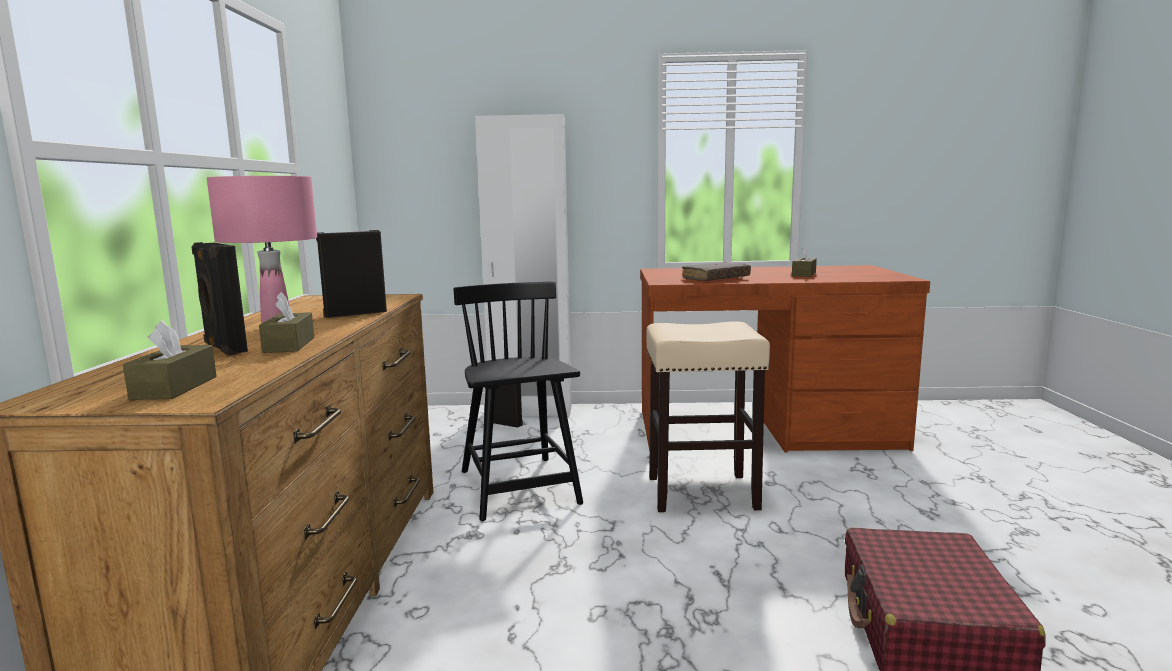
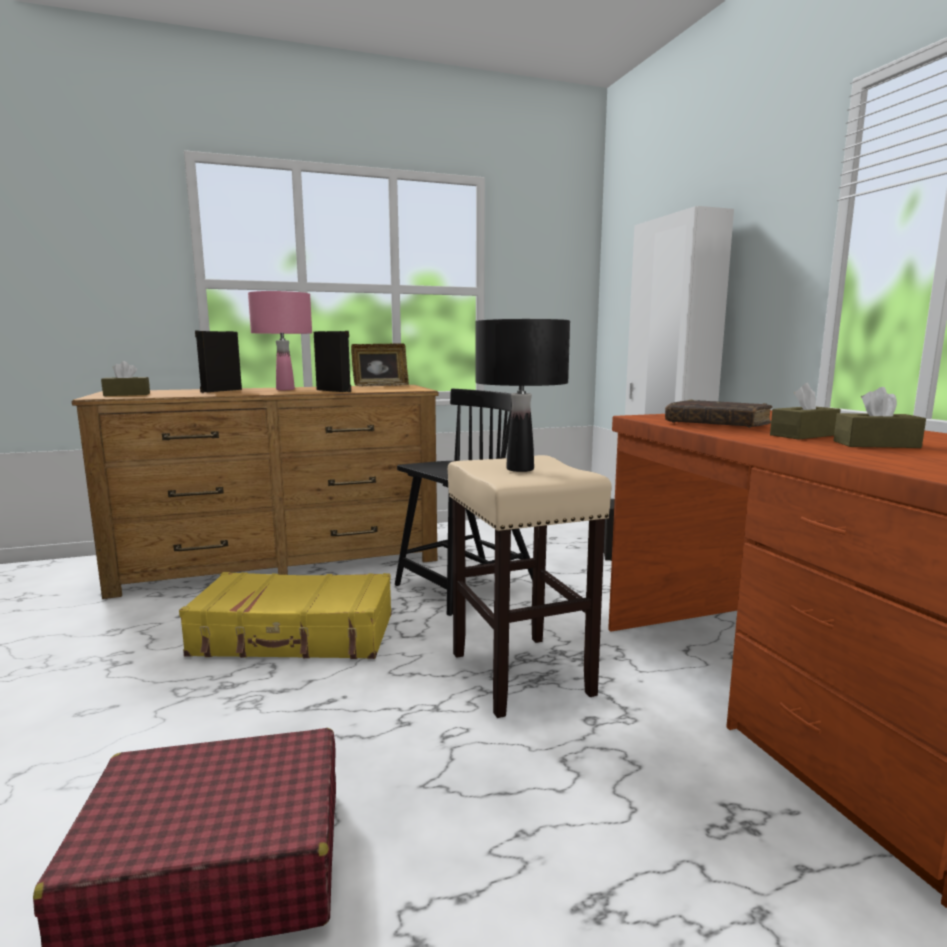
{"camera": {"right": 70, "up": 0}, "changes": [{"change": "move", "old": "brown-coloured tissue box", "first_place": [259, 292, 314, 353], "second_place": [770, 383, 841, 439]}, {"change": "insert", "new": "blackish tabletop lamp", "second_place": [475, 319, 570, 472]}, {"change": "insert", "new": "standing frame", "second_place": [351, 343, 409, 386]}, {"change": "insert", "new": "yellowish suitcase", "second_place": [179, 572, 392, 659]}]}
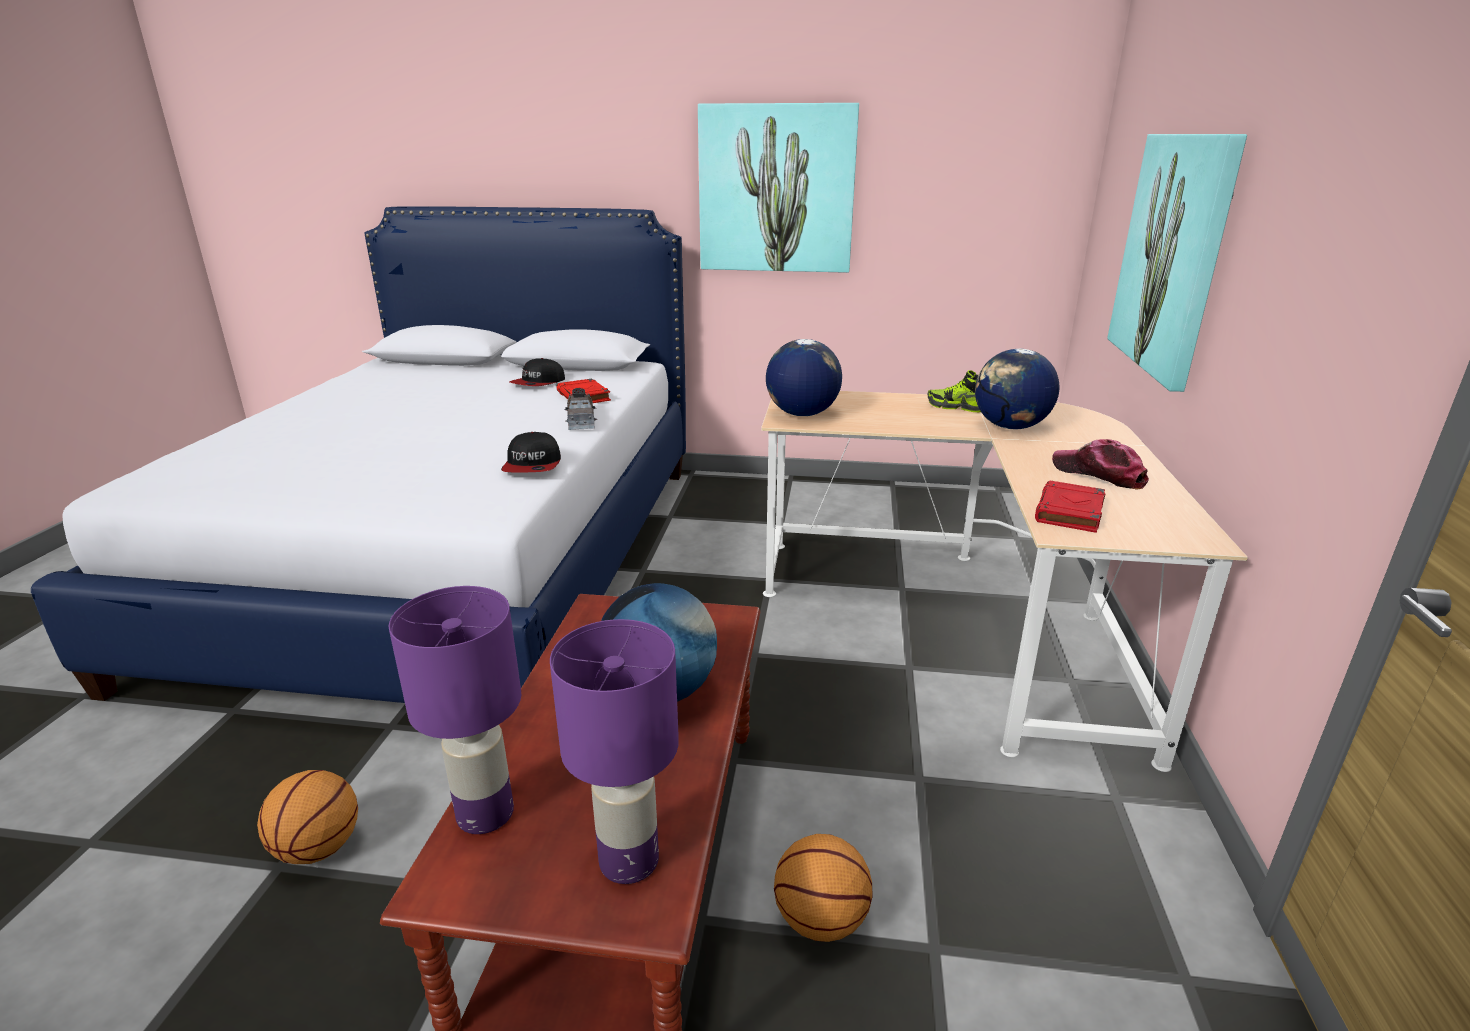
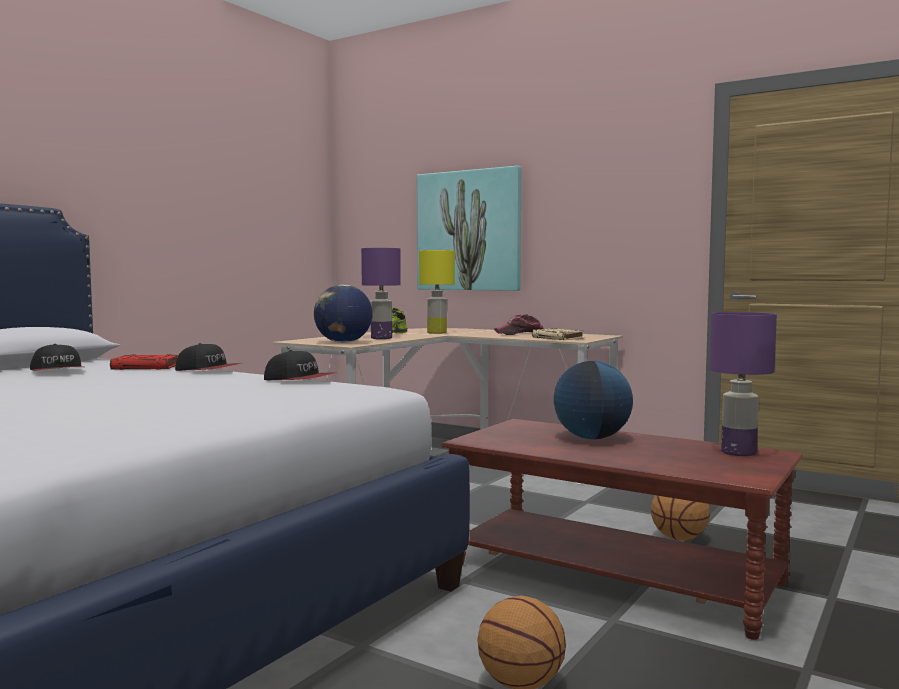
{"camera": {"right": -65, "up": -20}, "changes": [{"change": "delete", "old": "wall picture", "first_place": [698, 103, 859, 273]}, {"change": "replace", "old": "globe", "new": "yellowish tabletop lamp", "first_place": [975, 349, 1059, 429], "second_place": [419, 250, 455, 334]}, {"change": "replace", "old": "greyish miniature car", "new": "baseball cap", "first_place": [564, 388, 597, 430], "second_place": [175, 343, 243, 371]}, {"change": "recolor", "old": "reddish book", "new": "beige-coloured book", "first_place": [1035, 480, 1105, 533], "second_place": [532, 328, 584, 340]}, {"change": "move", "old": "purple-coloured tabletop lamp", "first_place": [389, 586, 521, 834], "second_place": [361, 248, 401, 339]}]}
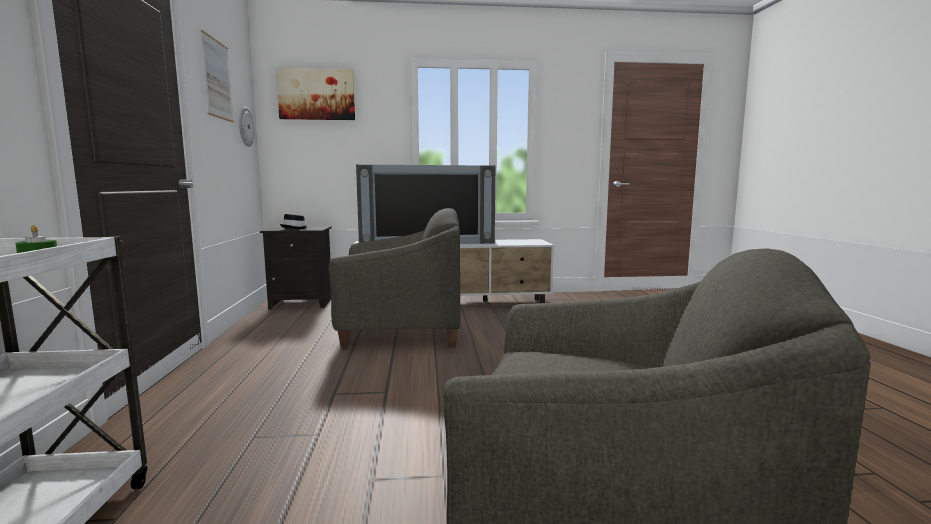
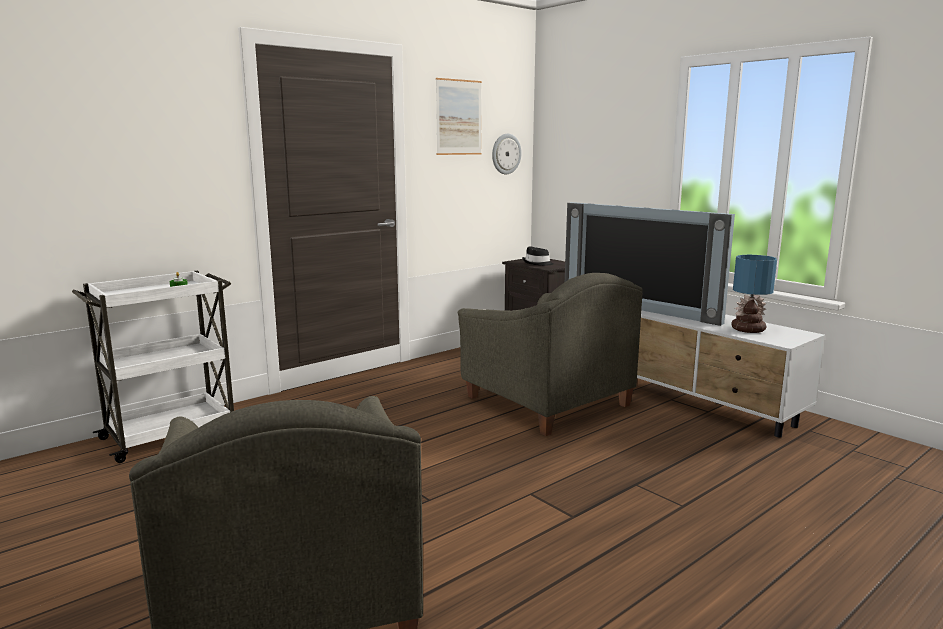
{"camera": {"right": 55, "up": 5}, "changes": [{"change": "delete", "old": "wall picture", "first_place": [276, 68, 355, 120]}, {"change": "insert", "new": "tabletop lamp", "second_place": [732, 255, 777, 333]}]}
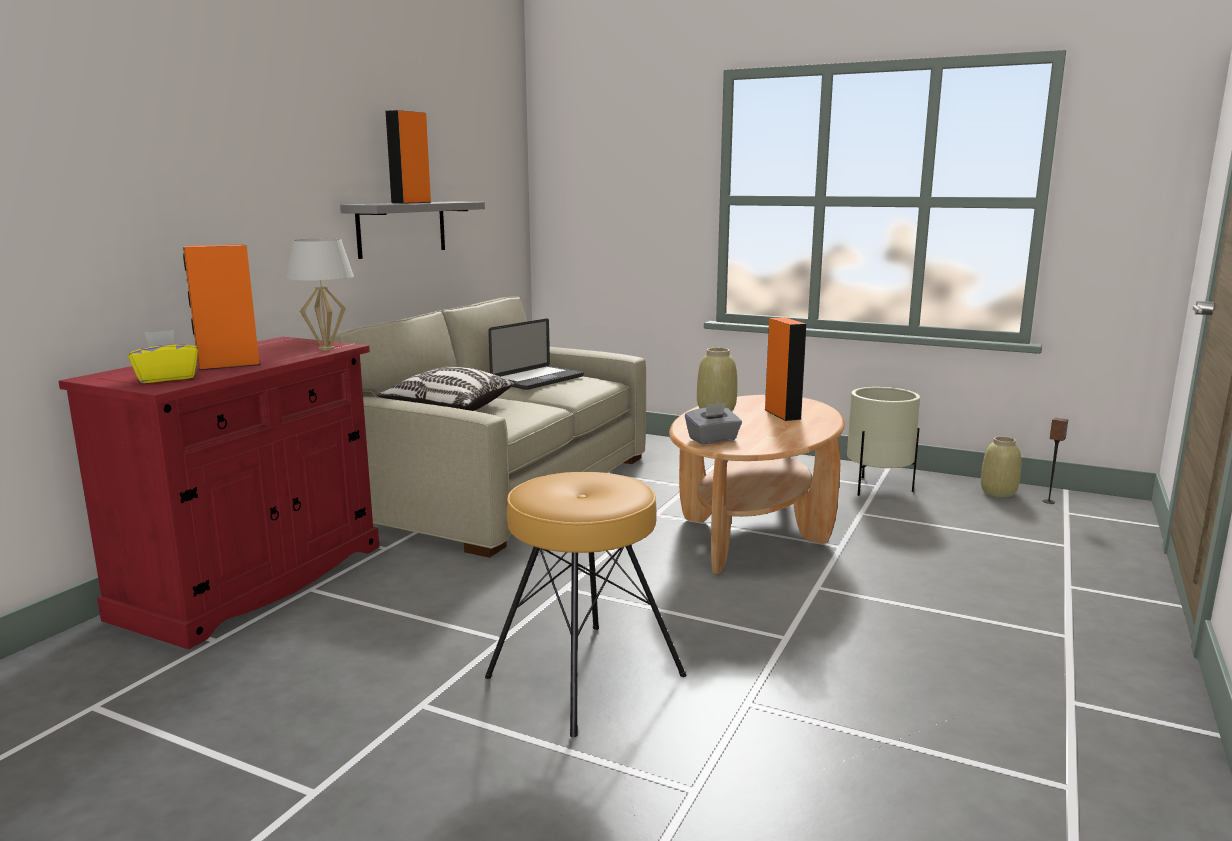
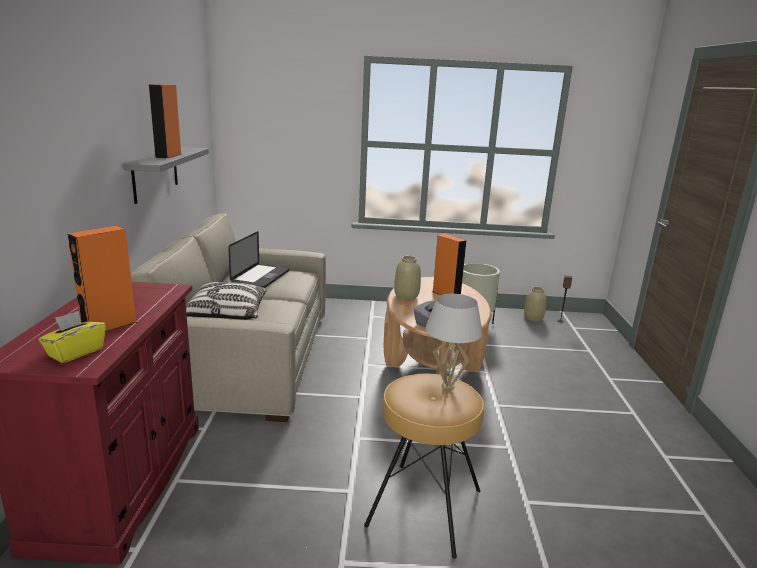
{"camera": {"right": -25, "up": 5}, "changes": [{"change": "move", "old": "white tabletop lamp", "first_place": [286, 239, 354, 350], "second_place": [425, 294, 483, 390]}]}
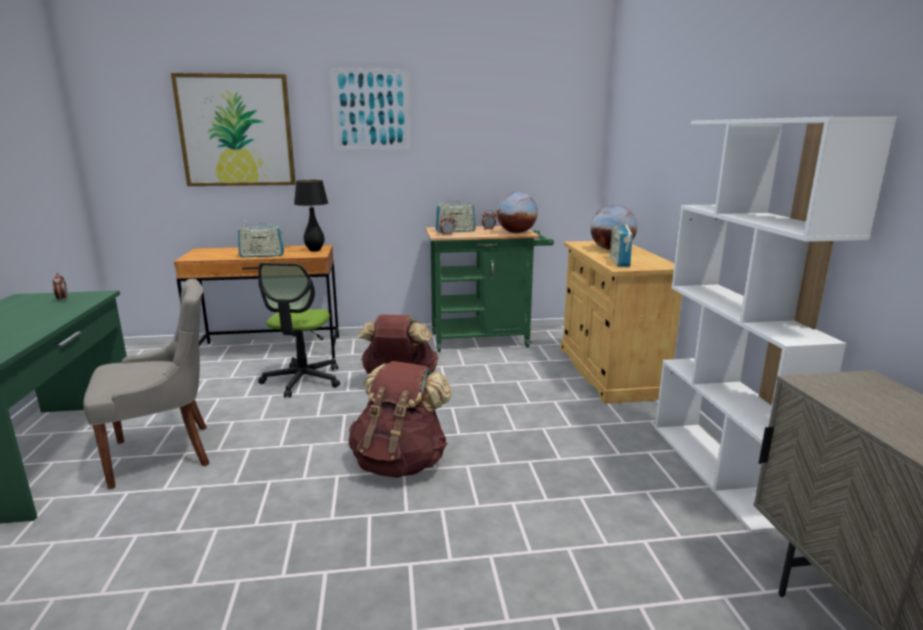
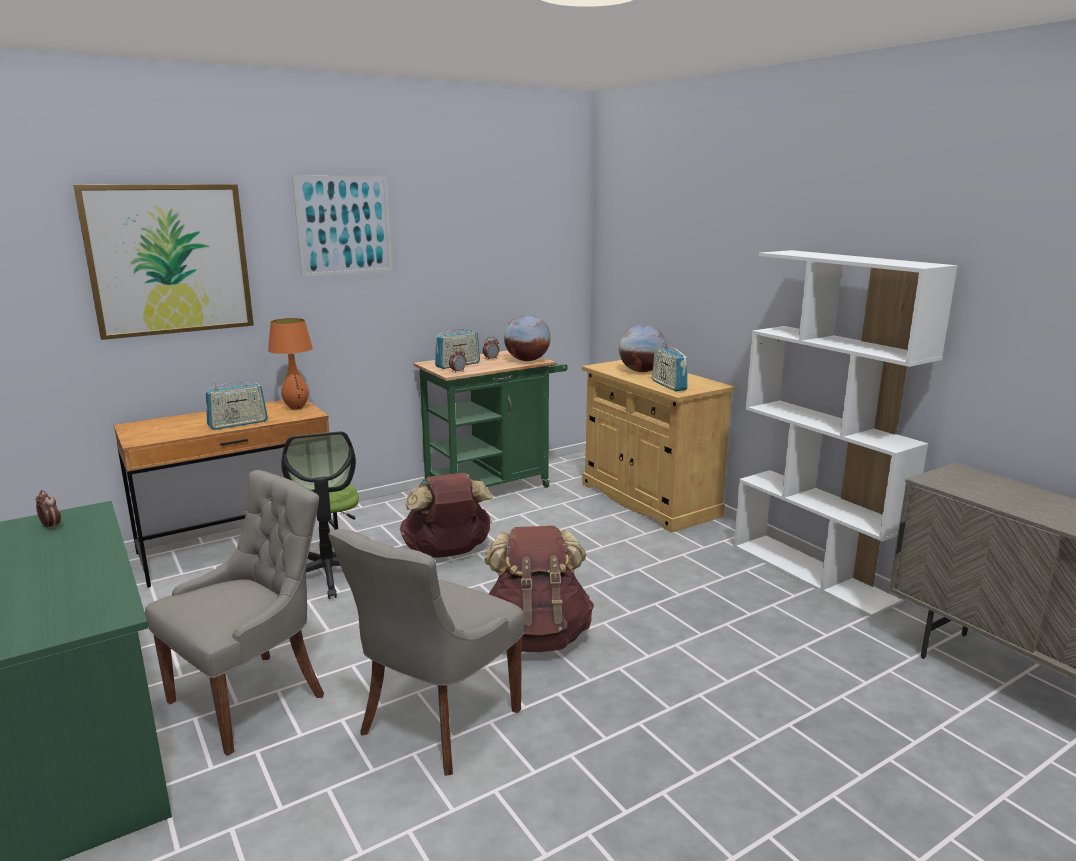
{"camera": {"right": -25, "up": 0}, "changes": [{"change": "recolor", "old": "blackish tabletop lamp", "new": "orange tabletop lamp", "first_place": [294, 180, 328, 252], "second_place": [268, 318, 313, 410]}, {"change": "insert", "new": "greyish upright chair", "second_place": [328, 529, 525, 776]}]}
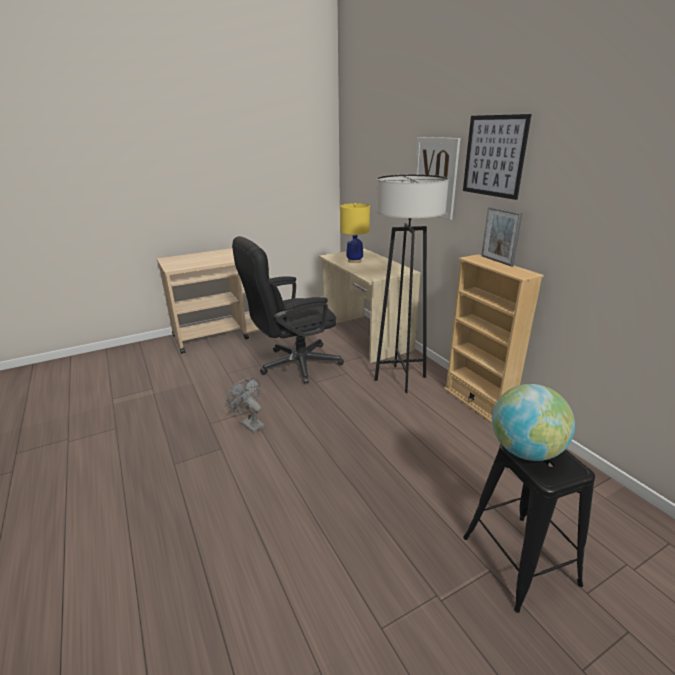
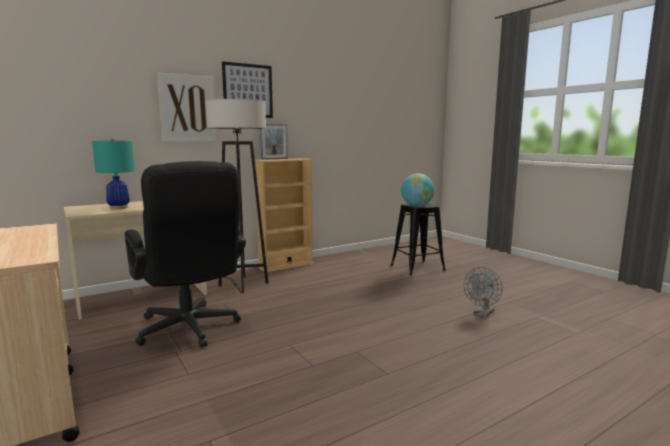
{"camera": {"right": -95, "up": -15}, "changes": [{"change": "recolor", "old": "yellowish tabletop lamp", "new": "blue-green tabletop lamp", "first_place": [340, 203, 370, 263], "second_place": [92, 138, 135, 209]}, {"change": "move", "old": "greyish fan", "first_place": [226, 378, 265, 433], "second_place": [464, 267, 503, 318]}]}
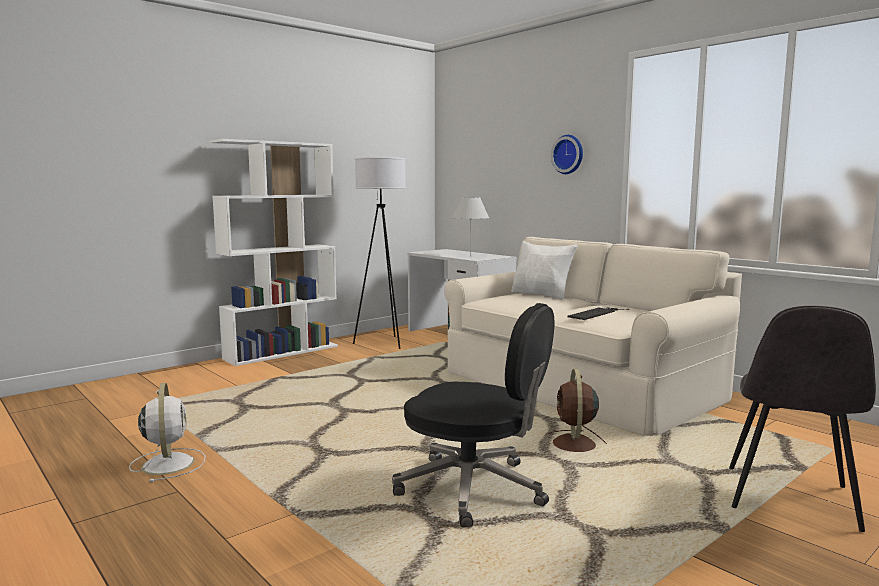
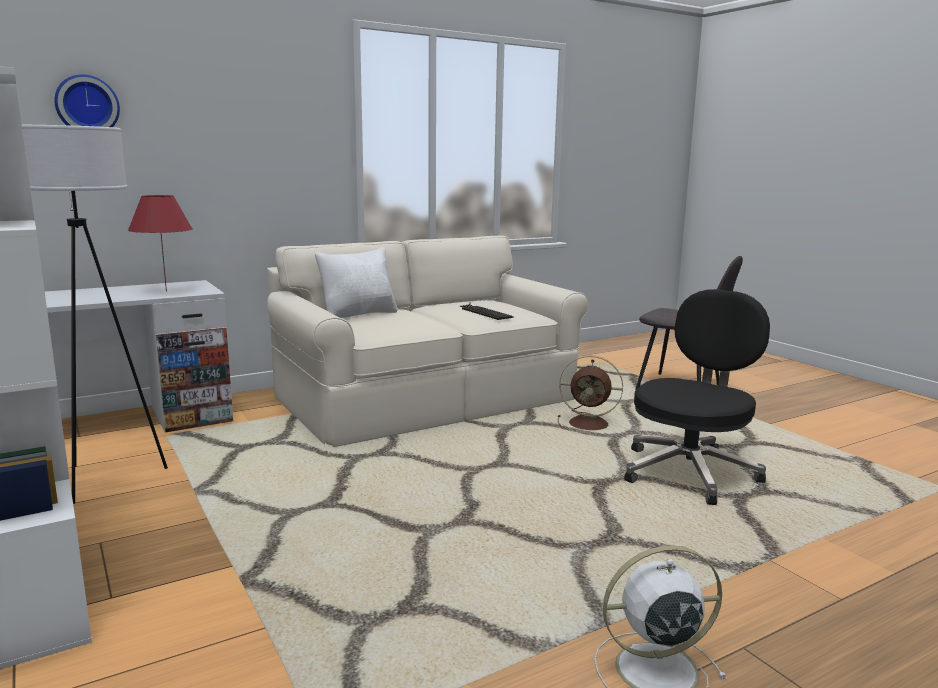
{"camera": {"right": -80, "up": 5}, "changes": [{"change": "move", "old": "clock on the wall", "first_place": [551, 135, 583, 174], "second_place": [54, 74, 120, 127]}, {"change": "recolor", "old": "white tabletop lamp", "new": "reddish tabletop lamp", "first_place": [452, 197, 489, 257], "second_place": [128, 195, 192, 292]}]}
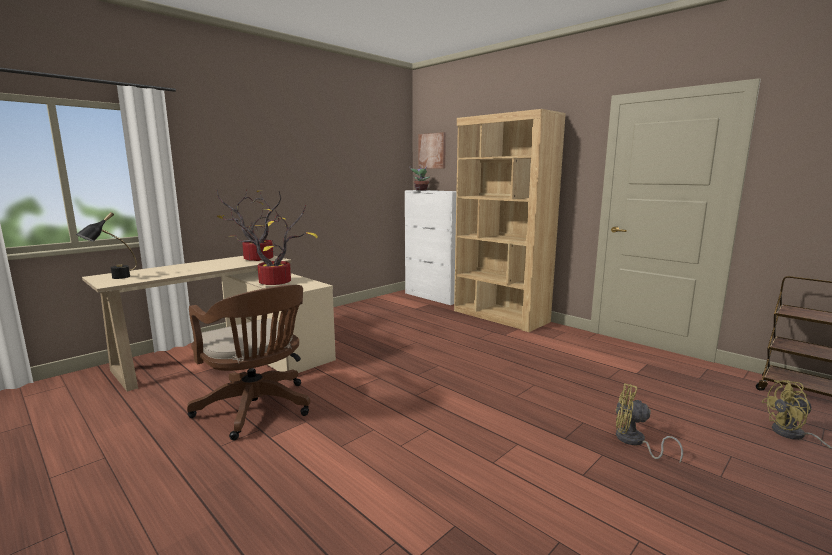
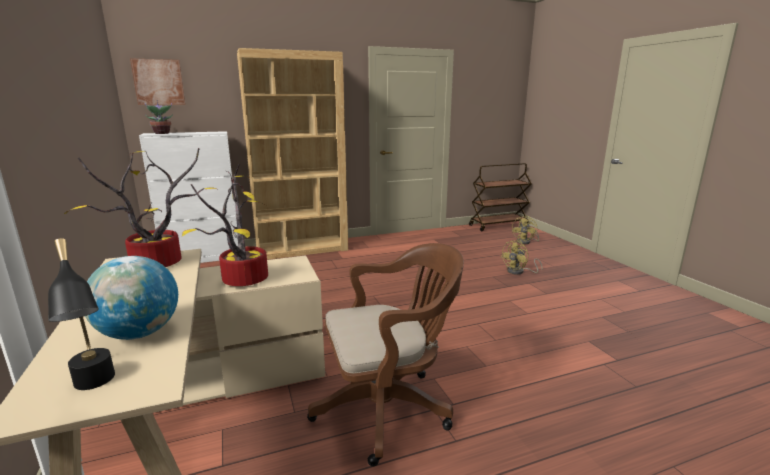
{"camera": {"right": -65, "up": 5}, "changes": [{"change": "insert", "new": "globe", "second_place": [85, 256, 178, 340]}]}
